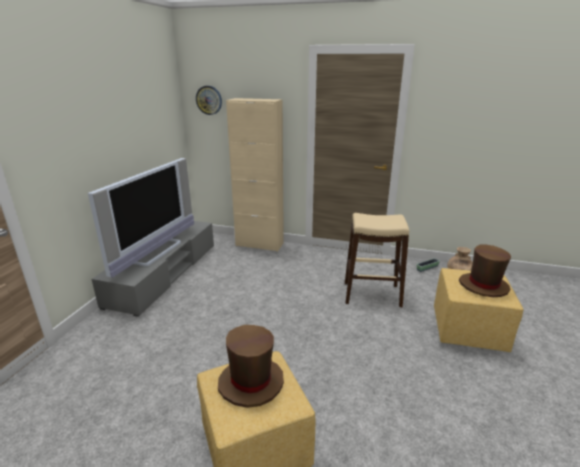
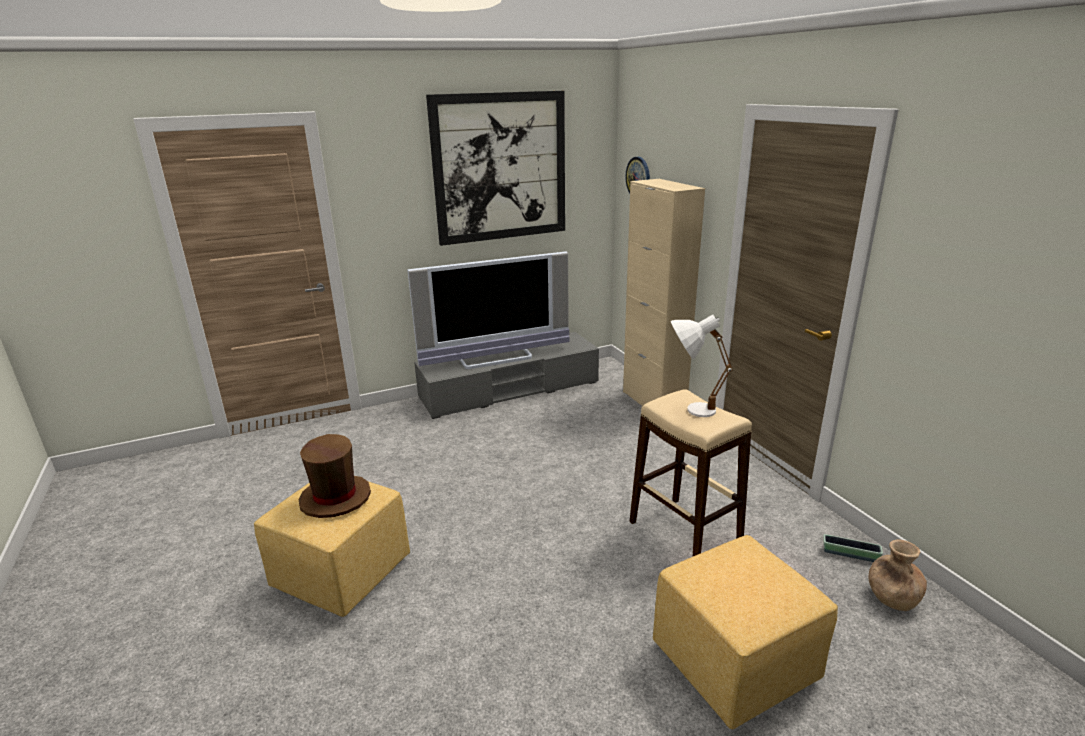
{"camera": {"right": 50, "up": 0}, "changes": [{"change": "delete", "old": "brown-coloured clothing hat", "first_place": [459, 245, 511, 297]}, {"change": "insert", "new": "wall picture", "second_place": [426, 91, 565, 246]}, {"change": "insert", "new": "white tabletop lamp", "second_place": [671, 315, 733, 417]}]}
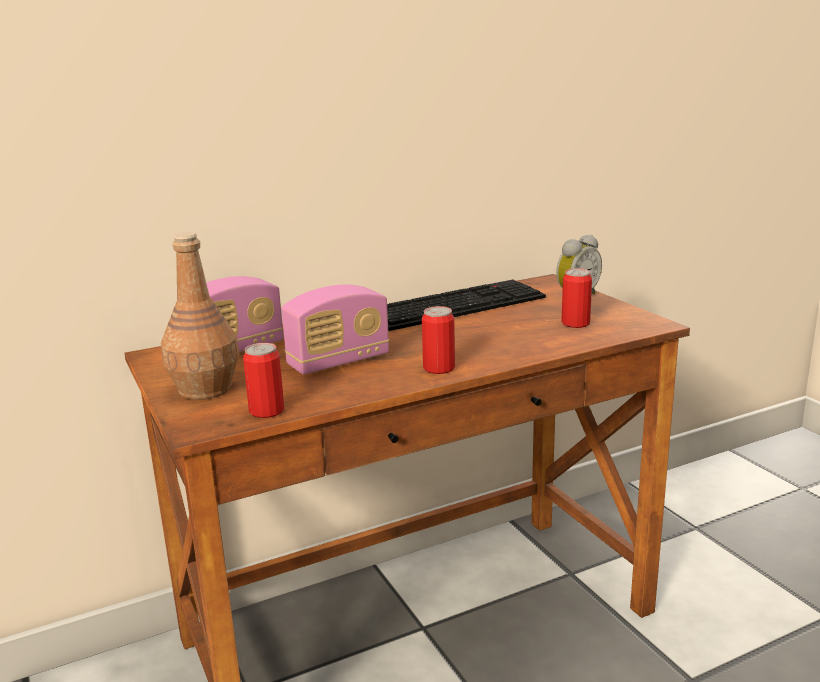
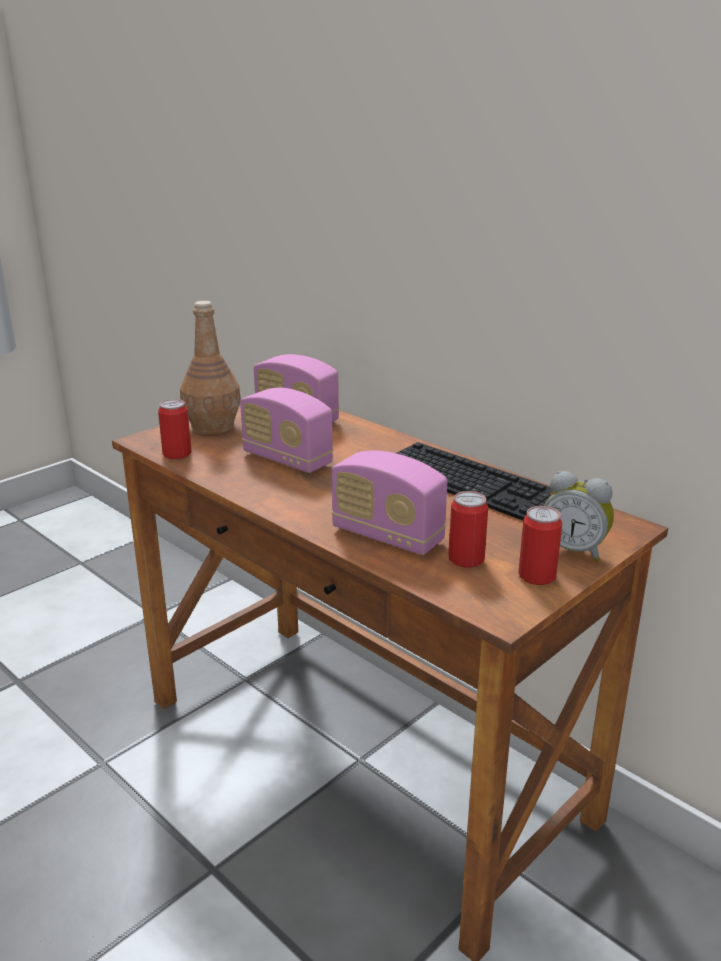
{"camera": {"right": 70, "up": 5}, "changes": [{"change": "move", "old": "can", "first_place": [422, 306, 455, 374], "second_place": [518, 506, 562, 585]}, {"change": "insert", "new": "radio set", "second_place": [331, 450, 448, 555]}]}
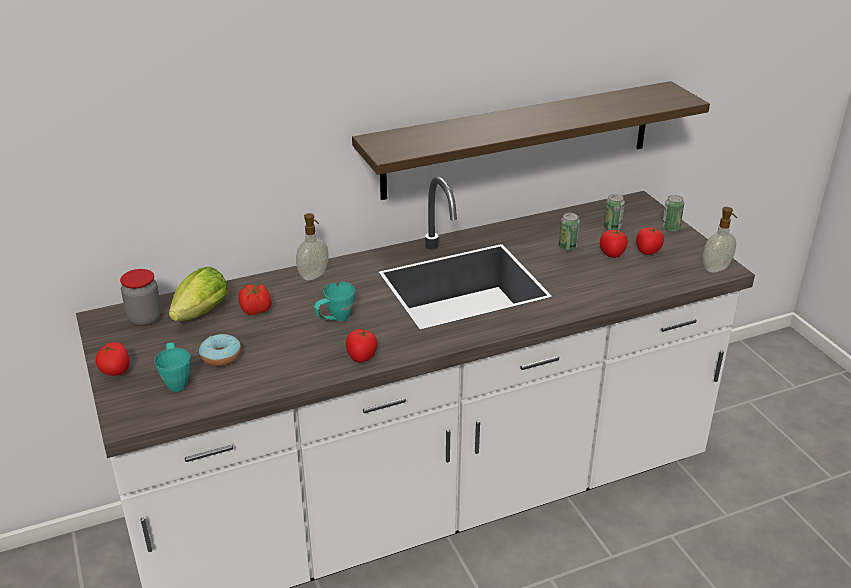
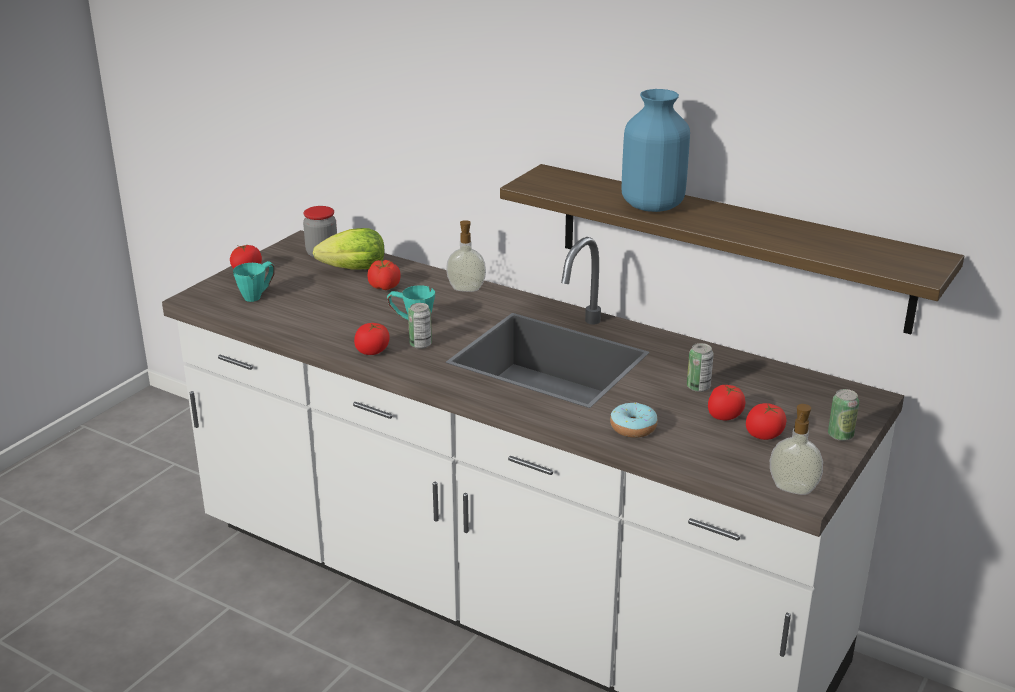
{"camera": {"right": 55, "up": -5}, "changes": [{"change": "move", "old": "can", "first_place": [604, 194, 625, 230], "second_place": [408, 303, 432, 349]}, {"change": "move", "old": "doughnut", "first_place": [199, 334, 241, 367], "second_place": [610, 402, 658, 438]}, {"change": "insert", "new": "blue-coloured vase", "second_place": [622, 89, 690, 212]}]}
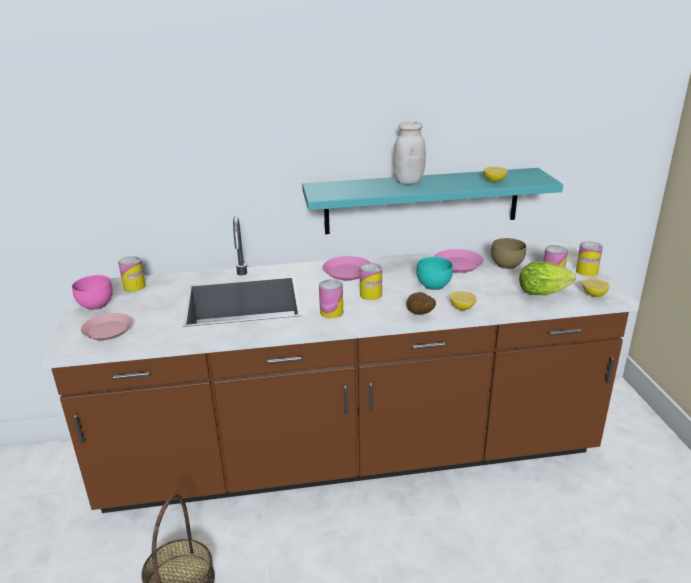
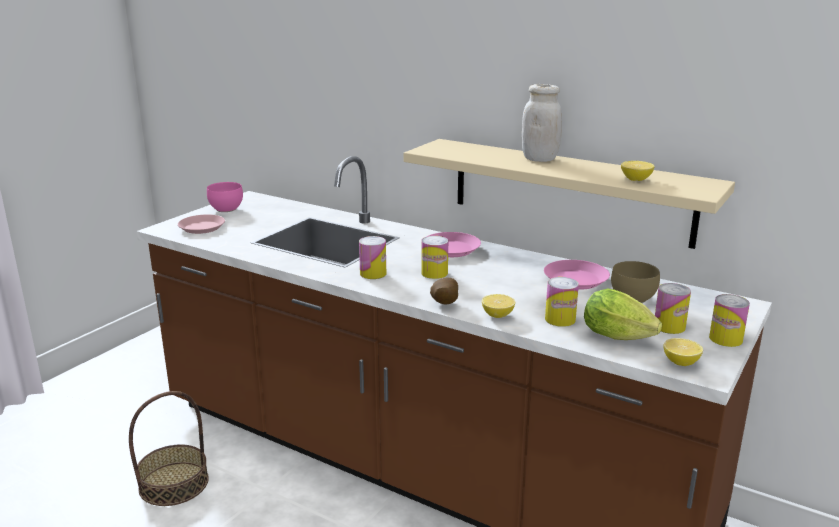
{"camera": {"right": 40, "up": -5}, "changes": [{"change": "recolor", "old": "blue-green shelf", "new": "beige-coloured shelf", "first_place": [302, 168, 563, 234], "second_place": [404, 139, 735, 249]}, {"change": "move", "old": "can", "first_place": [118, 256, 146, 292], "second_place": [545, 277, 579, 327]}, {"change": "delete", "old": "blue-green deep dish", "first_place": [416, 257, 453, 290]}]}
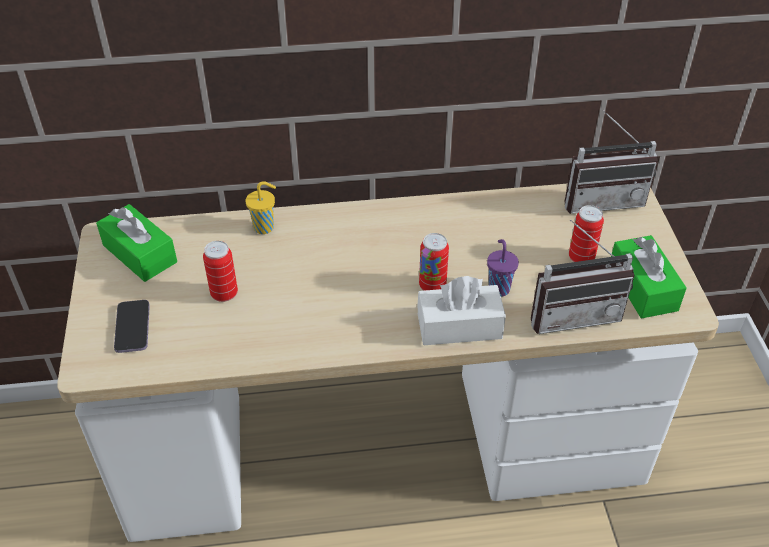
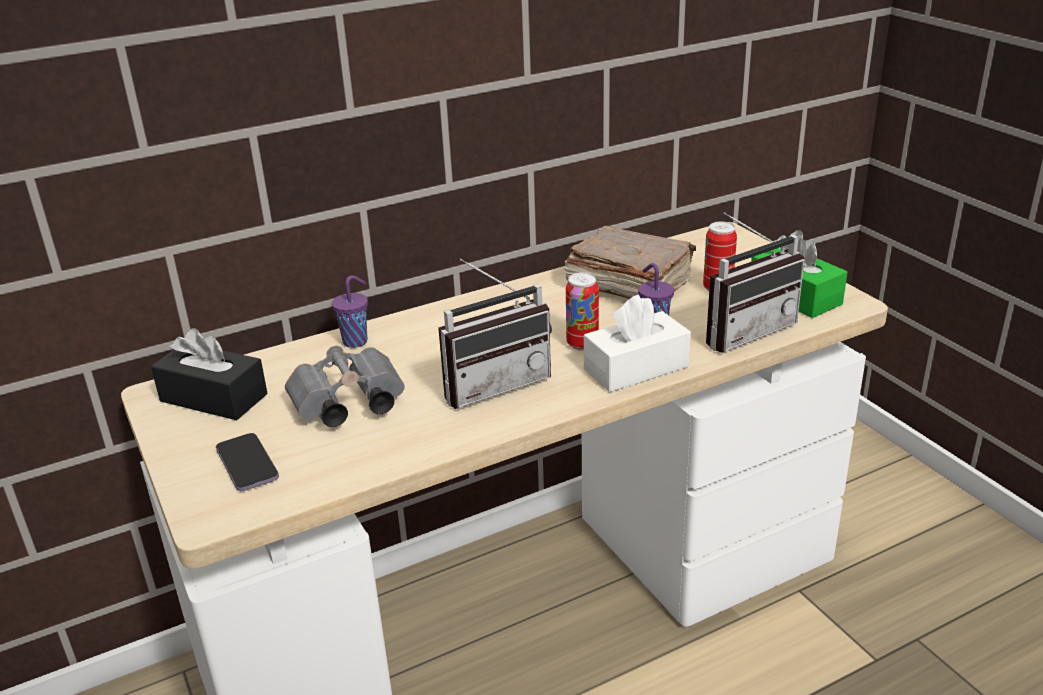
{"camera": {"right": -20, "up": -15}, "changes": [{"change": "move", "old": "radio set", "first_place": [564, 110, 658, 214], "second_place": [438, 259, 552, 409]}, {"change": "recolor", "old": "yellowish small cup", "new": "purple-coloured small cup", "first_place": [245, 181, 276, 234], "second_place": [332, 275, 368, 348]}, {"change": "recolor", "old": "green tissue box", "new": "blackish tissue box", "first_place": [96, 204, 177, 282], "second_place": [151, 328, 268, 420]}, {"change": "replace", "old": "can", "new": "greyish field glasses", "first_place": [203, 241, 238, 302], "second_place": [285, 346, 405, 427]}, {"change": "insert", "new": "brown-coloured book", "second_place": [565, 225, 696, 299]}]}
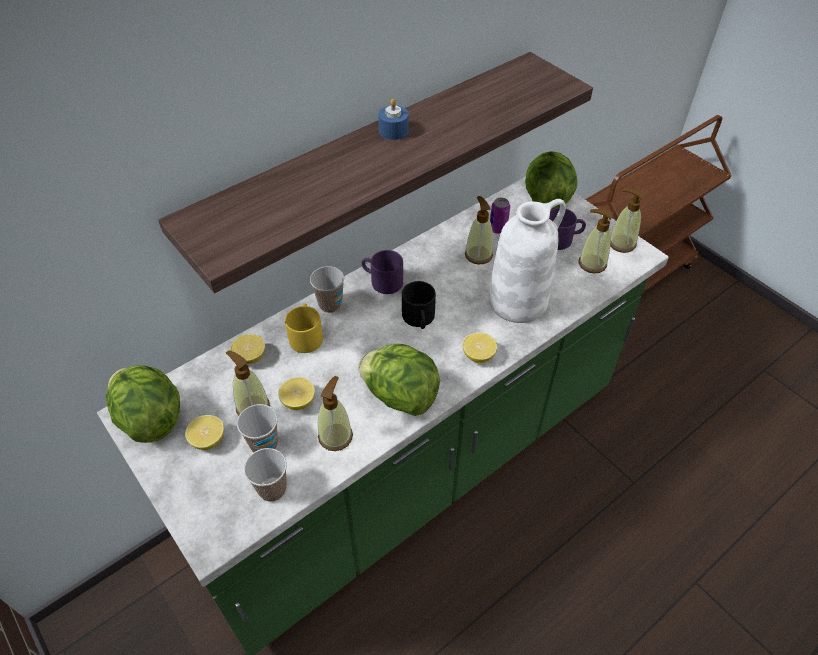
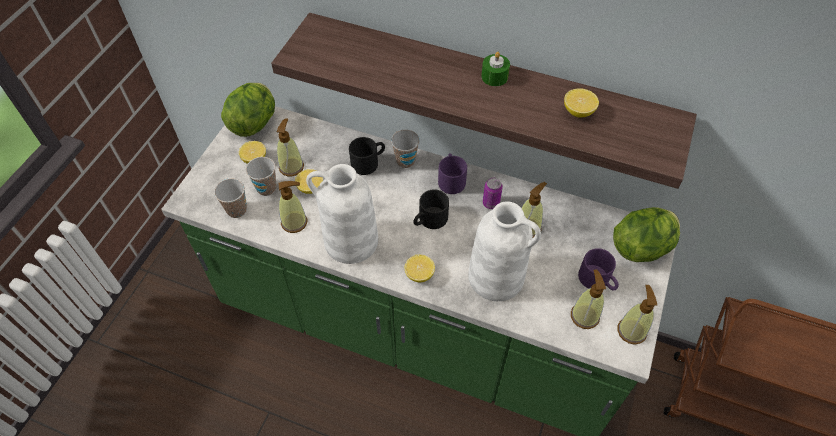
{"camera": {"right": 60, "up": 5}, "changes": [{"change": "recolor", "old": "blue-coloured wax light", "new": "green wax light", "first_place": [378, 99, 409, 140], "second_place": [481, 52, 510, 86]}, {"change": "move", "old": "can", "first_place": [490, 198, 510, 234], "second_place": [483, 178, 503, 209]}, {"change": "recolor", "old": "yellowish coffee mug", "new": "blackish coffee mug", "first_place": [285, 303, 323, 353], "second_place": [349, 137, 385, 175]}, {"change": "move", "old": "citrus fruit", "first_place": [230, 334, 265, 364], "second_place": [564, 88, 599, 117]}, {"change": "replace", "old": "lettuce", "new": "white vase", "first_place": [358, 344, 440, 416], "second_place": [306, 164, 378, 264]}]}
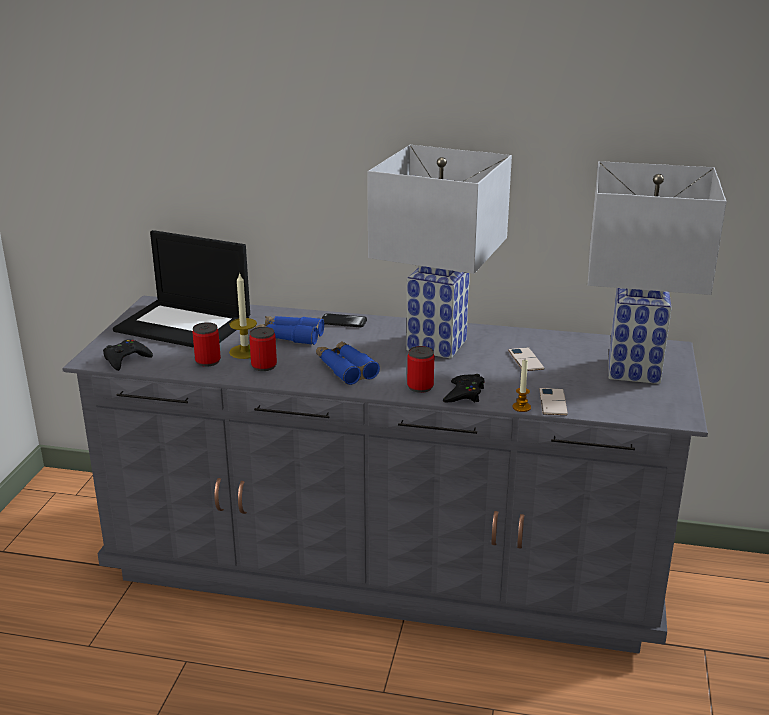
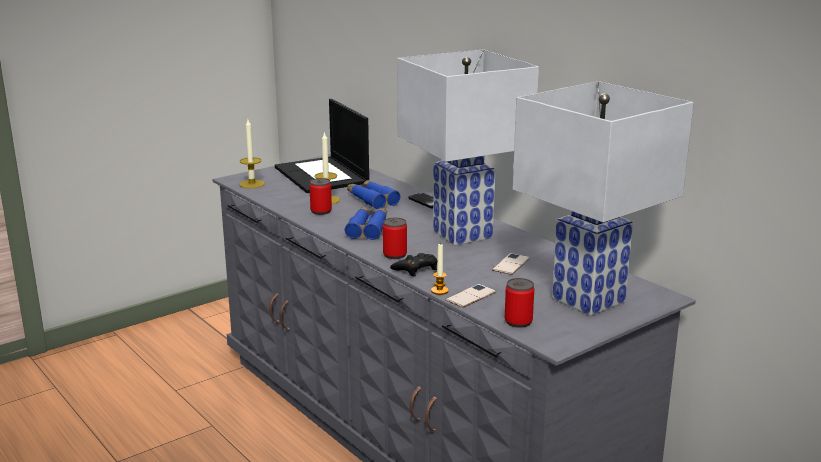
{"camera": {"right": 40, "up": -5}, "changes": [{"change": "move", "old": "can", "first_place": [192, 322, 221, 367], "second_place": [505, 278, 534, 328]}, {"change": "replace", "old": "blackish joypad", "new": "wax light", "first_place": [103, 339, 153, 371], "second_place": [239, 120, 265, 188]}]}
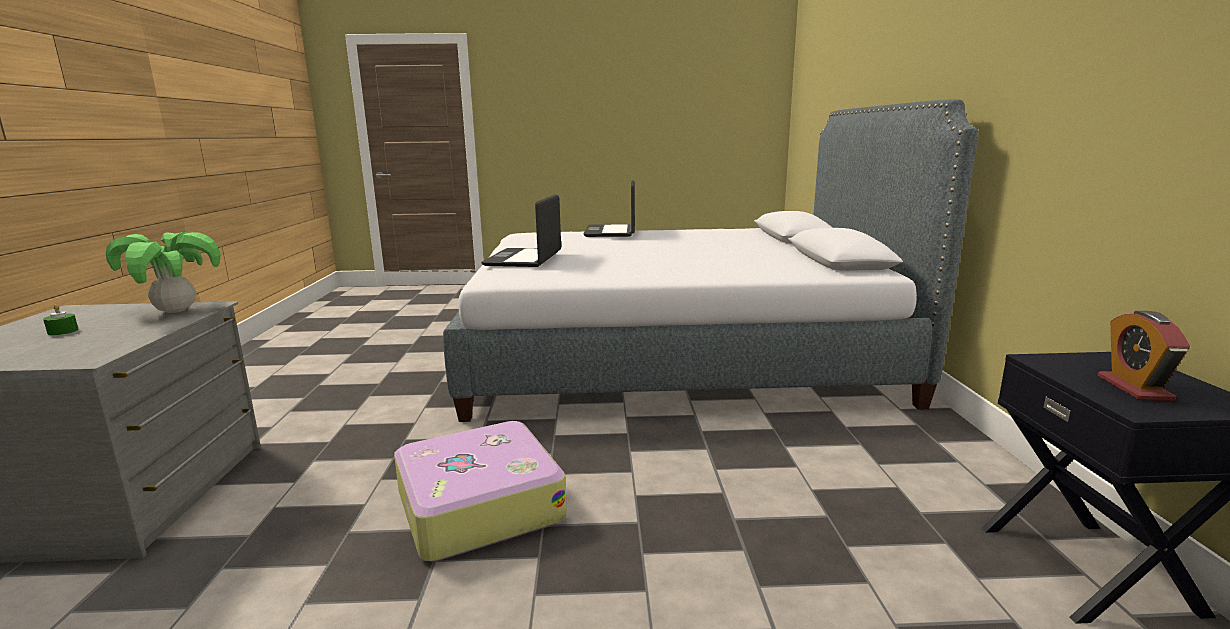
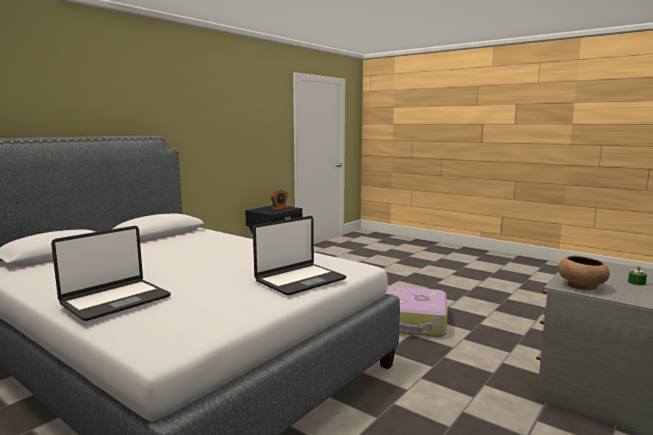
{"camera": {"right": -140, "up": -5}, "changes": [{"change": "replace", "old": "plant in a pot", "new": "brown-coloured deep dish", "first_place": [106, 232, 221, 313], "second_place": [558, 256, 610, 290]}]}
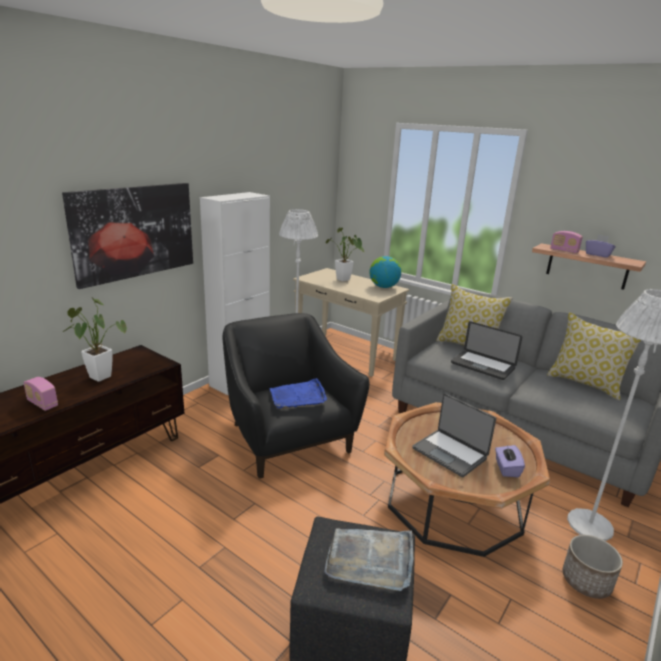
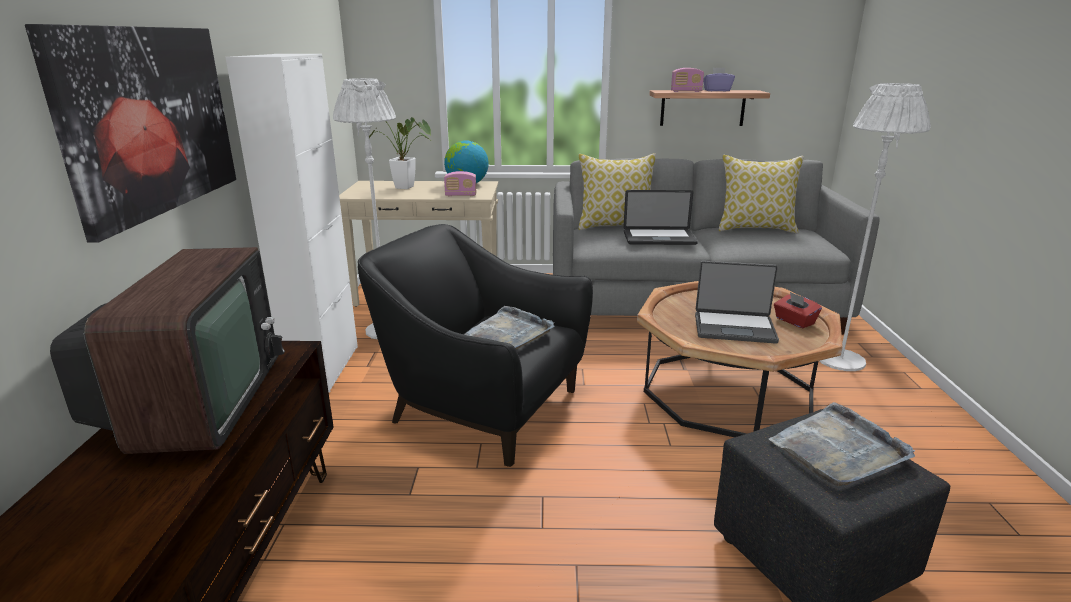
{"camera": {"right": -35, "up": 0}, "changes": [{"change": "replace", "old": "plant in a pot", "new": "television", "first_place": [63, 297, 127, 382], "second_place": [50, 247, 285, 454]}, {"change": "move", "old": "radio set", "first_place": [23, 377, 58, 411], "second_place": [444, 171, 477, 196]}, {"change": "recolor", "old": "blue-coloured tray", "new": "greyish tray", "first_place": [270, 378, 327, 409], "second_place": [464, 306, 555, 350]}, {"change": "recolor", "old": "purple-coloured tissue box", "new": "reddish tissue box", "first_place": [495, 445, 525, 477], "second_place": [774, 292, 822, 328]}, {"change": "delete", "old": "flower pot", "first_place": [563, 535, 623, 599]}]}
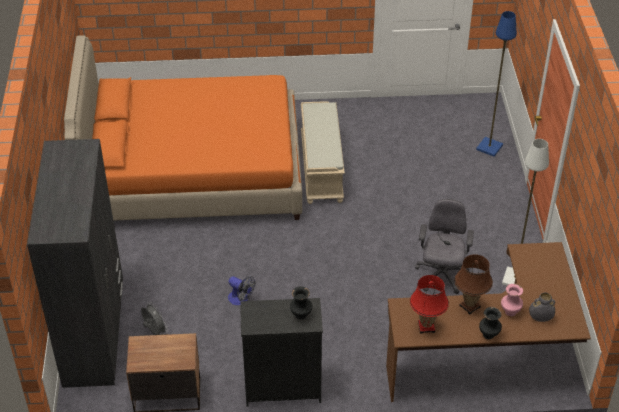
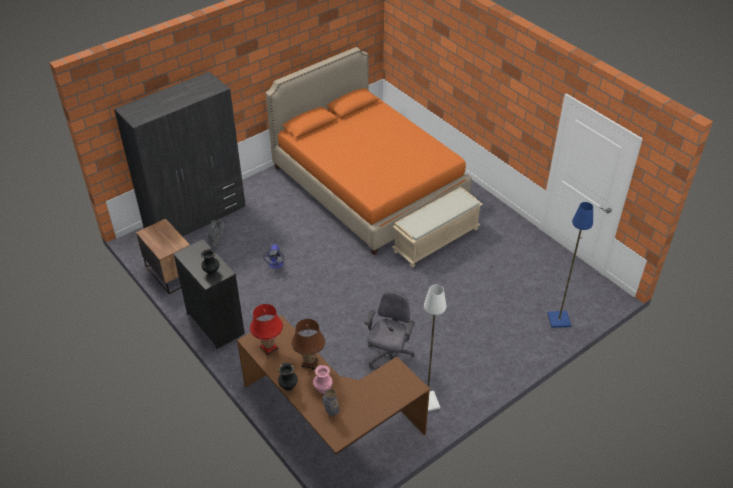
{"camera": {"right": 55, "up": 0}, "changes": [{"change": "rotate", "old": "greyish office chair", "first_place": [415, 199, 474, 294], "second_place": [364, 291, 415, 369], "degrees": -45}]}
